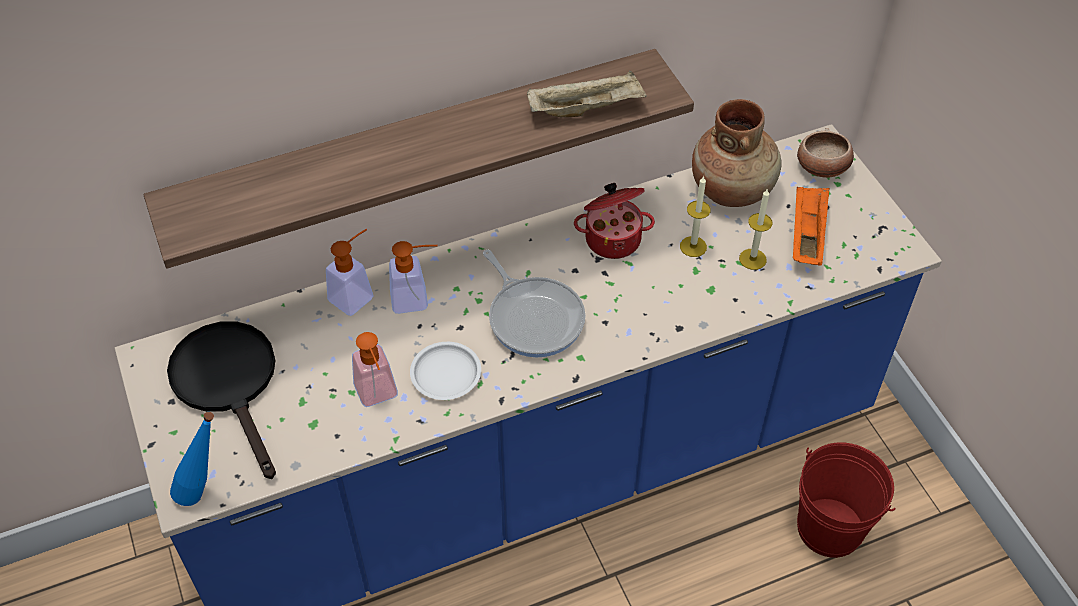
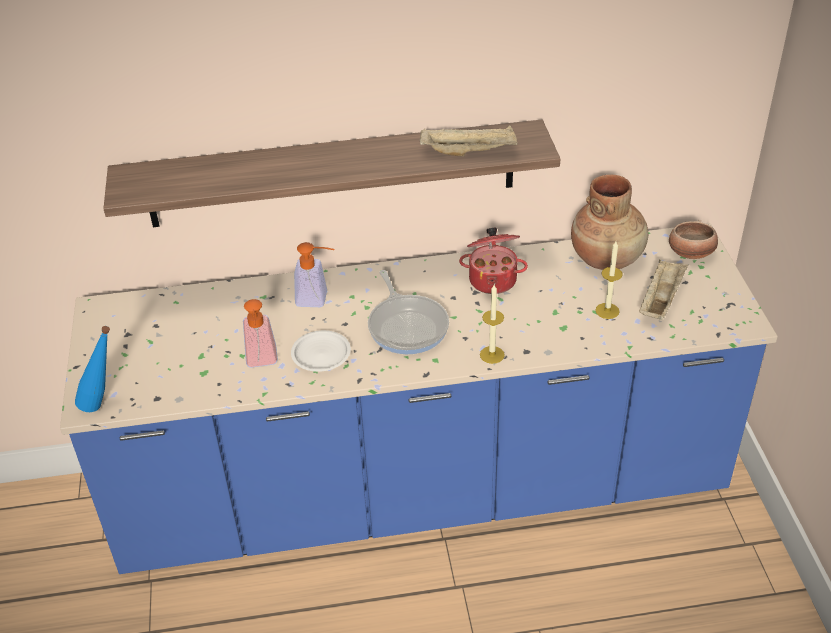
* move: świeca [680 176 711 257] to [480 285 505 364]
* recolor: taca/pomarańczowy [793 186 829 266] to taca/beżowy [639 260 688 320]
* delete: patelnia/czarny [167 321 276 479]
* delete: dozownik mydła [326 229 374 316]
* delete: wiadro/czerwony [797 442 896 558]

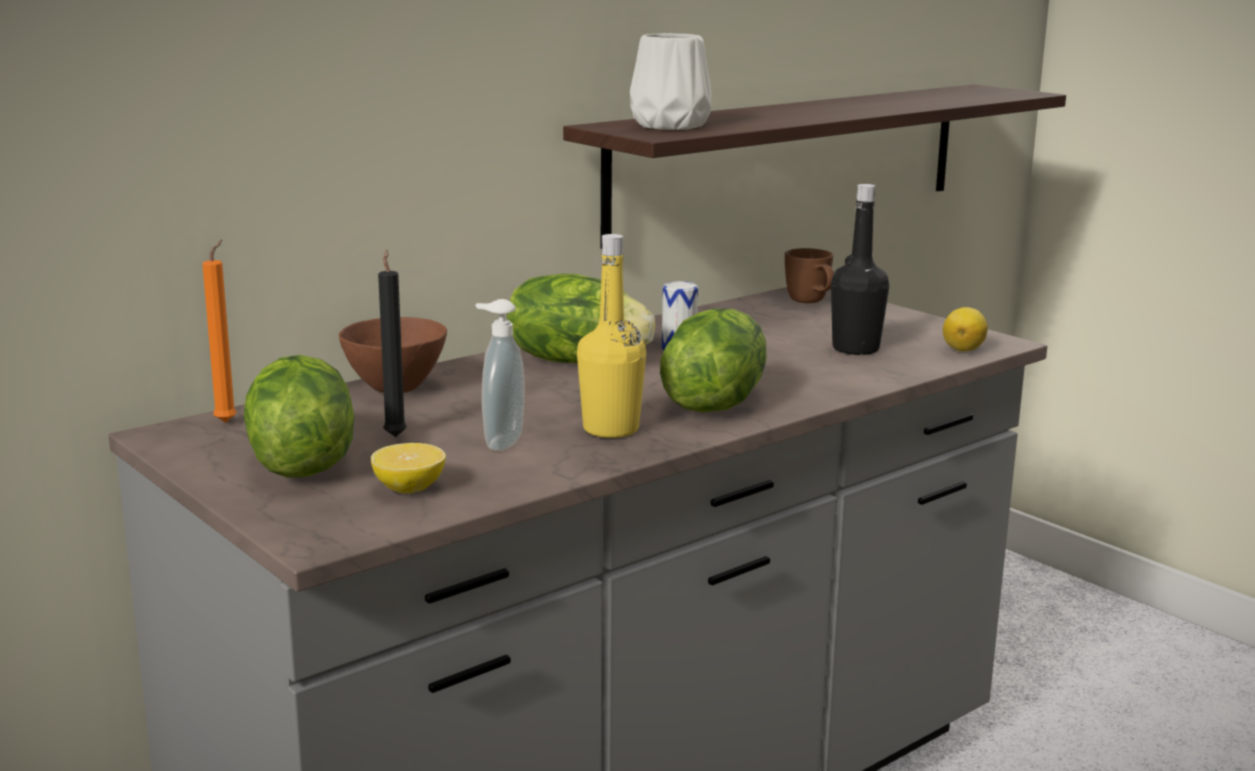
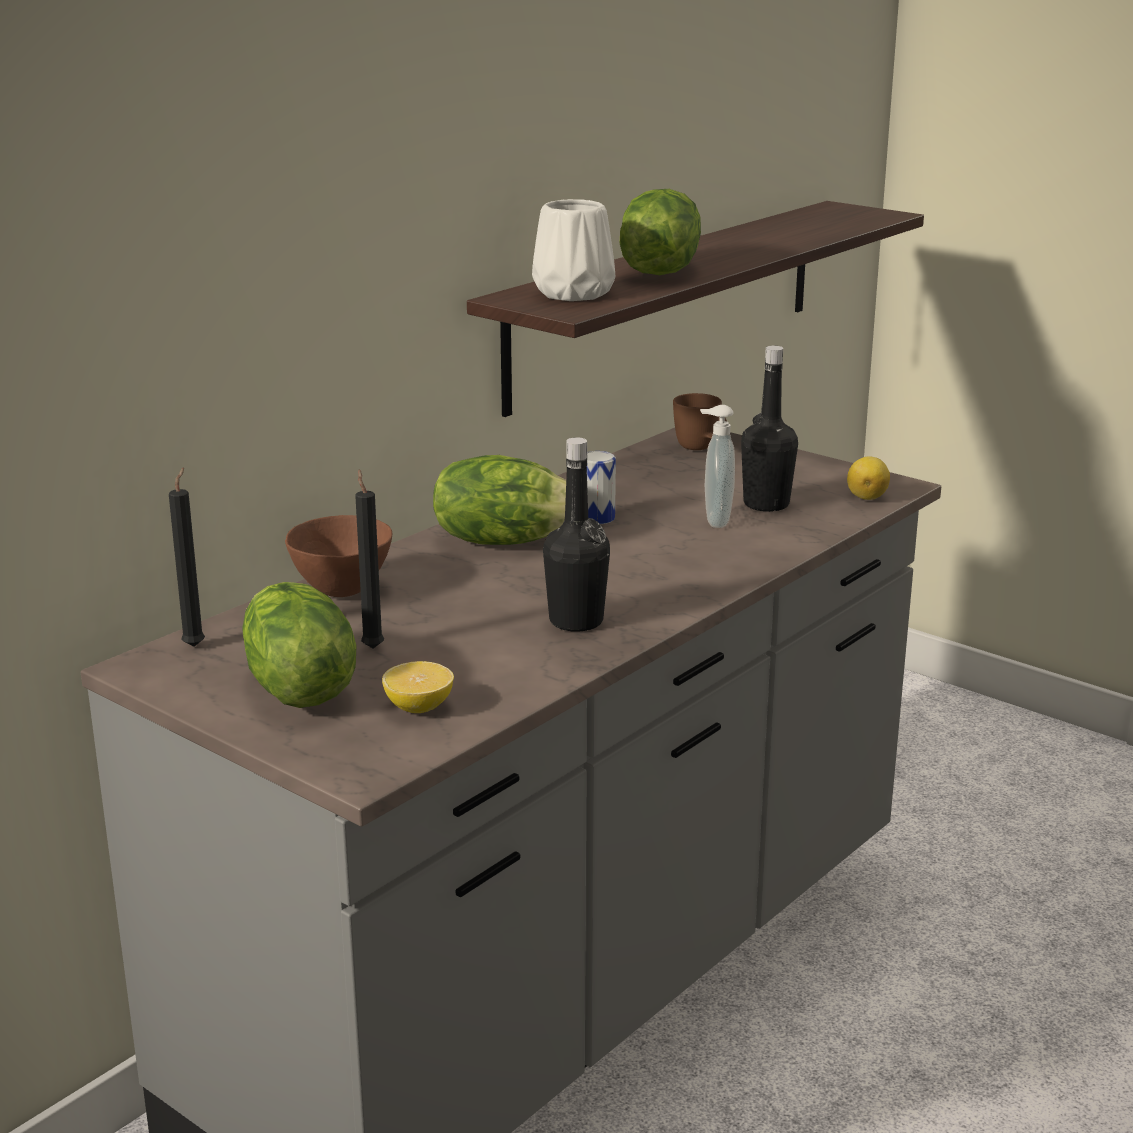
* recolor: świeca/pomarańczowy [202 240 237 423] to świeca/czarny [169 467 205 647]
* recolor: butelka/żółty [577 234 646 438] to butelka/czarny [543 437 610 632]
* move: sałata [660 309 766 412] to [620 189 701 275]
* move: dozownik mydła [475 299 525 451] to [700 405 735 528]

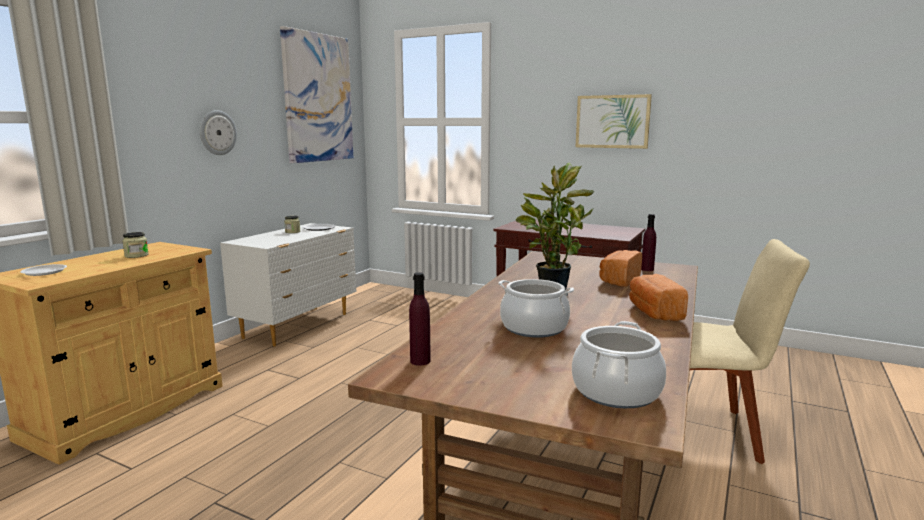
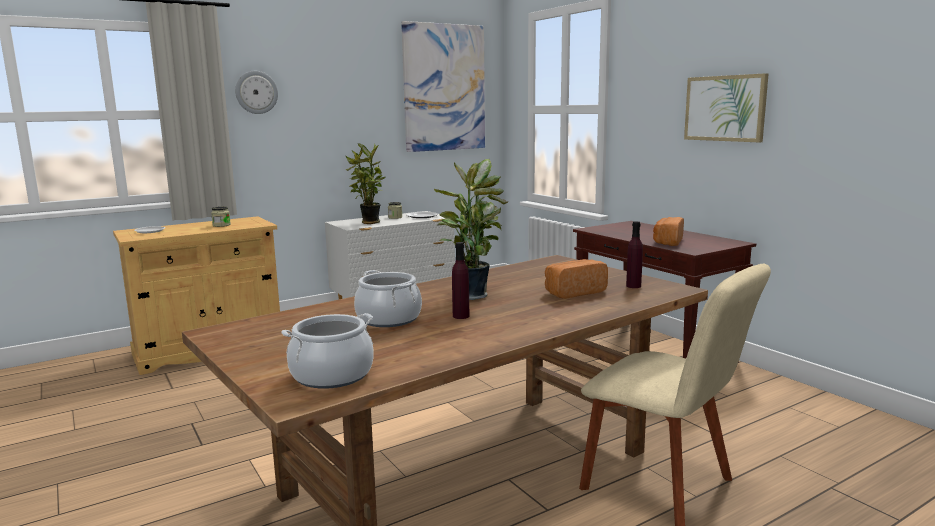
* move: zegar ścienny [200 110 237 155] to [235 71 278 114]
* insert: roślina doniczkowa [346 143 386 224]
* move: butelka/fioletowy [409 272 431 366] to [452 242 469 319]
* move: chleb [629 274 688 321] to [653 217 684 246]

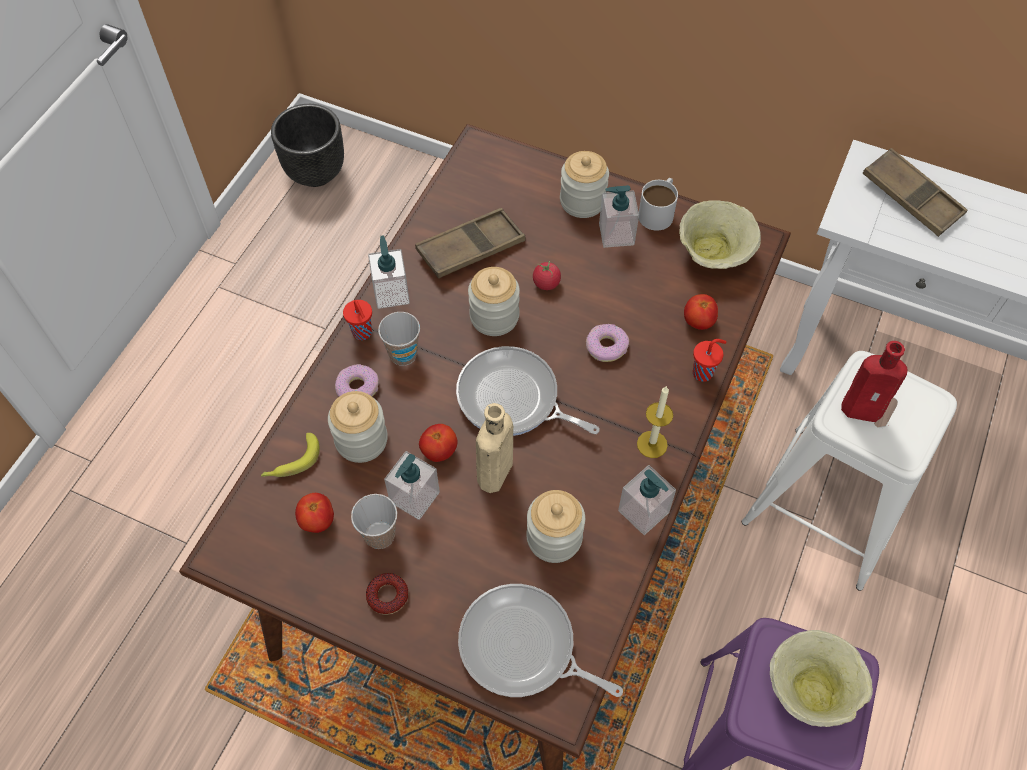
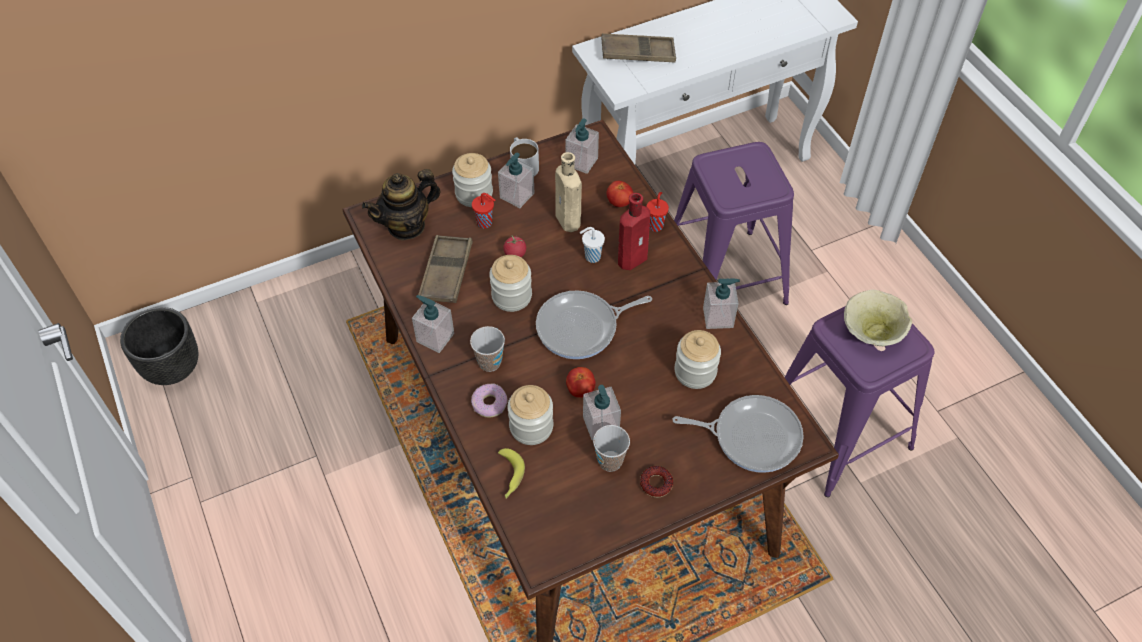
* insert: imbryk [362 169 441 240]
* move: filiżanka/czerwony [343 300 372 340] to [472 193 495 228]
* move: butelka/beżowy [476 403 513 493] to [555 152 582 232]
* replace: miska/beżowy [679 200 761 269] to dozownik mydła [565 119 599 174]
* replace: donut [586 324 629 362] to filiżanka/biały [580 227 605 263]
* move: butelka/czerwony [841 341 907 422] to [618 193 650 270]
* rotate: patelnia [458 584 623 697] = [672 395 804 473] 150 degrees counterclockwise
* recolor: stołek/biały [742 351 957 591] to stołek/fioletowy [674 142 794 305]
* delete: pomidor [295 493 334 533]
* delete: świeca [637 386 673 458]

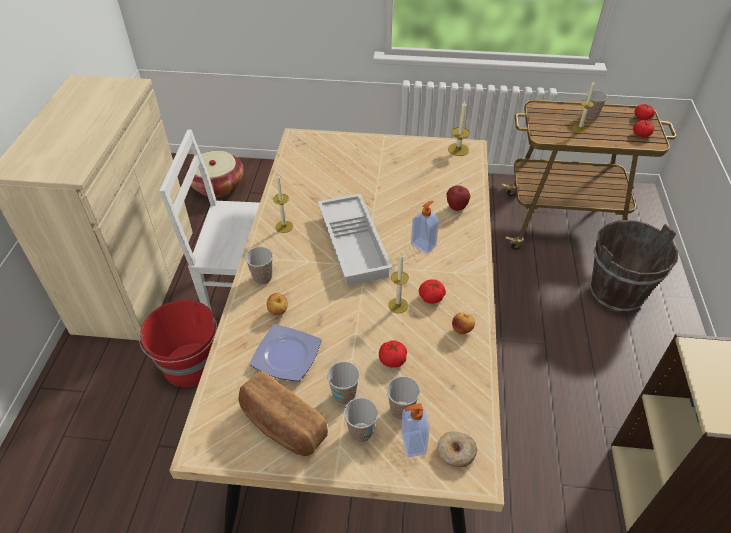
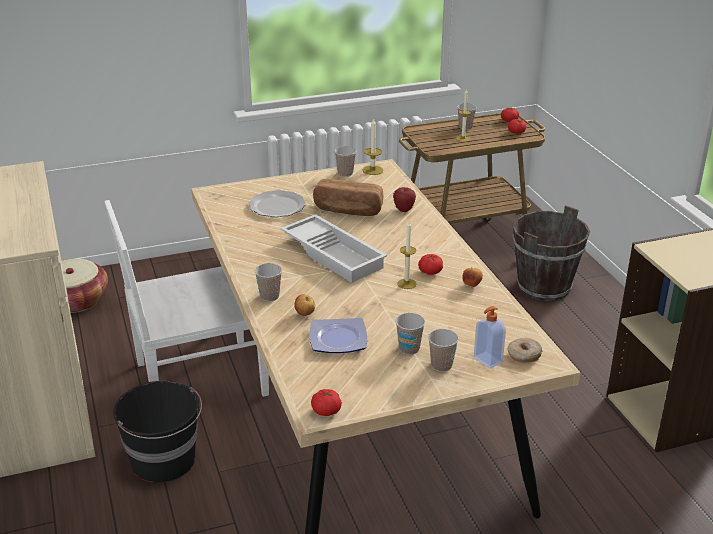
* recolor: wiadro/czerwony [139 300 217 387] to wiadro/czarny [113 381 202 483]
* insert: talerz [249 190 306 217]
* move: pomidor [379 340 407 368] to [311 389 342 416]
* move: chleb [239 372 328 456] to [313 179 383 216]
* move: filiżanka [387 376 420 420] to [334 146 356 177]
* delete: świeca [273 173 293 233]
* delete: dozownik mydła [411 201 439 254]

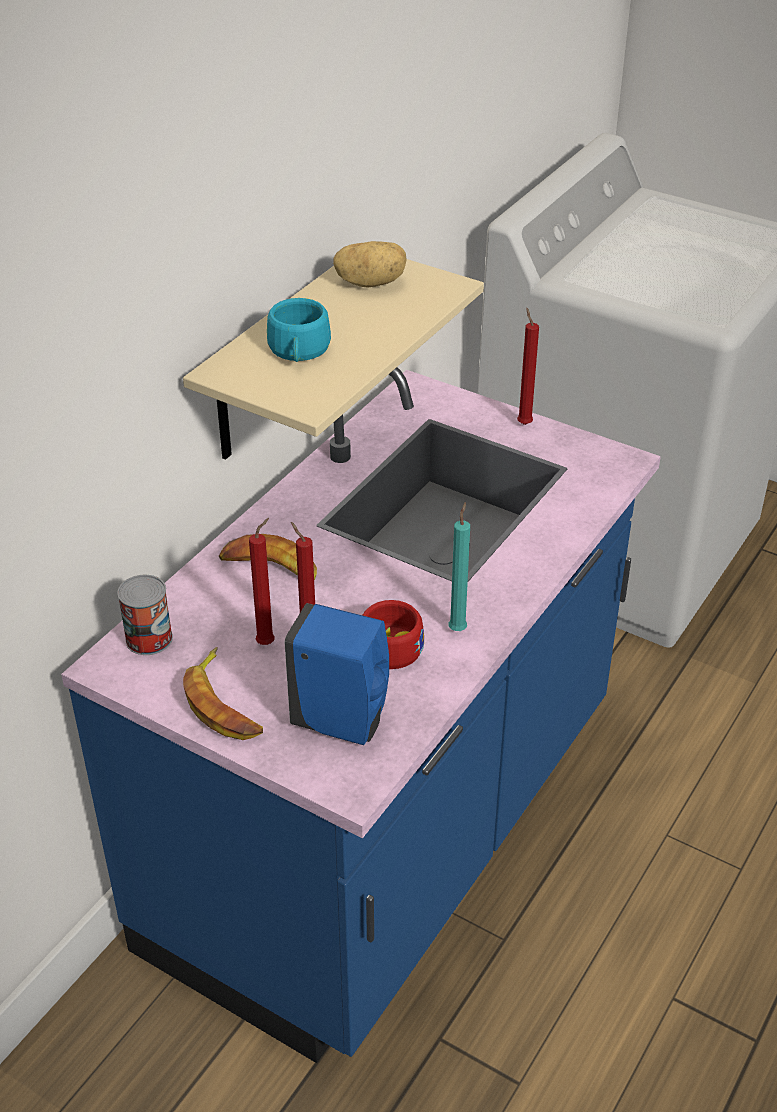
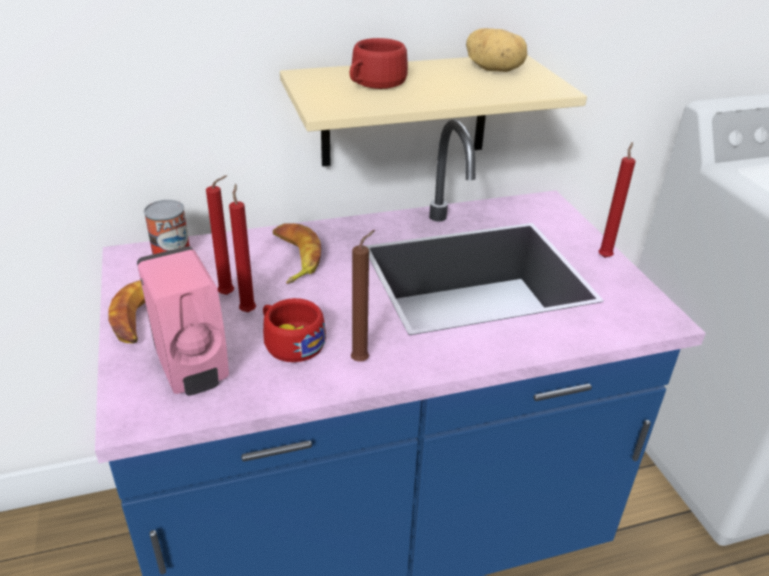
* recolor: dozownik mydła/niebieski [285 603 389 745] to dozownik mydła/różowy [137 246 229 396]
* recolor: filiżanka/turkusowy [267 298 331 362] to filiżanka/czerwony [350 38 408 89]
* recolor: świeca/turkusowy [449 502 470 631] to świeca/brązowy [351 230 375 362]

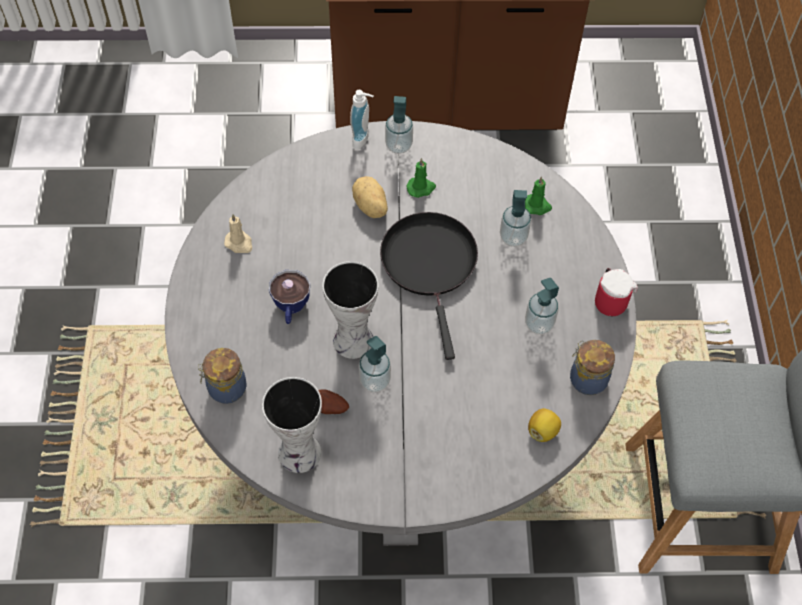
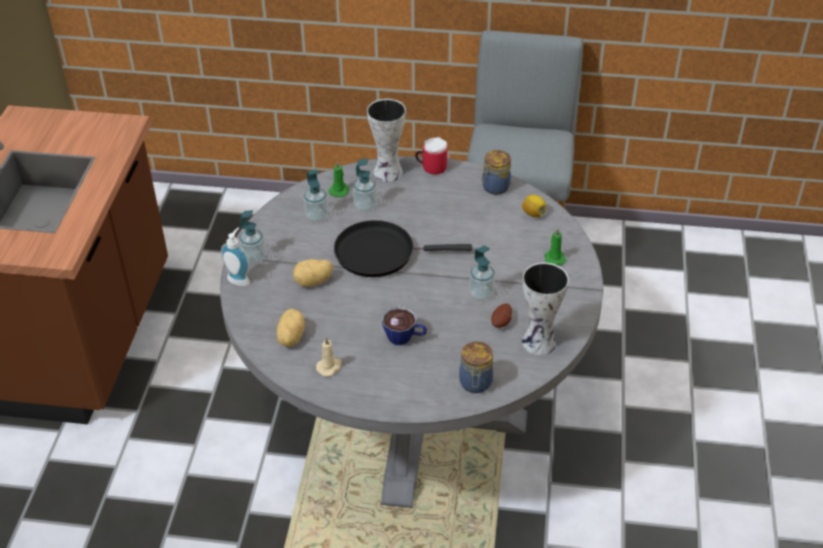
* insert: ziemniak [277 309 305 347]
* move: dozownik mydła [525 278 559 334] to [304 169 328 222]
* move: wazon [322 261 379 359] to [367 99 406 182]
* move: świeca/zielony [407 158 436 198] to [545 229 566 265]

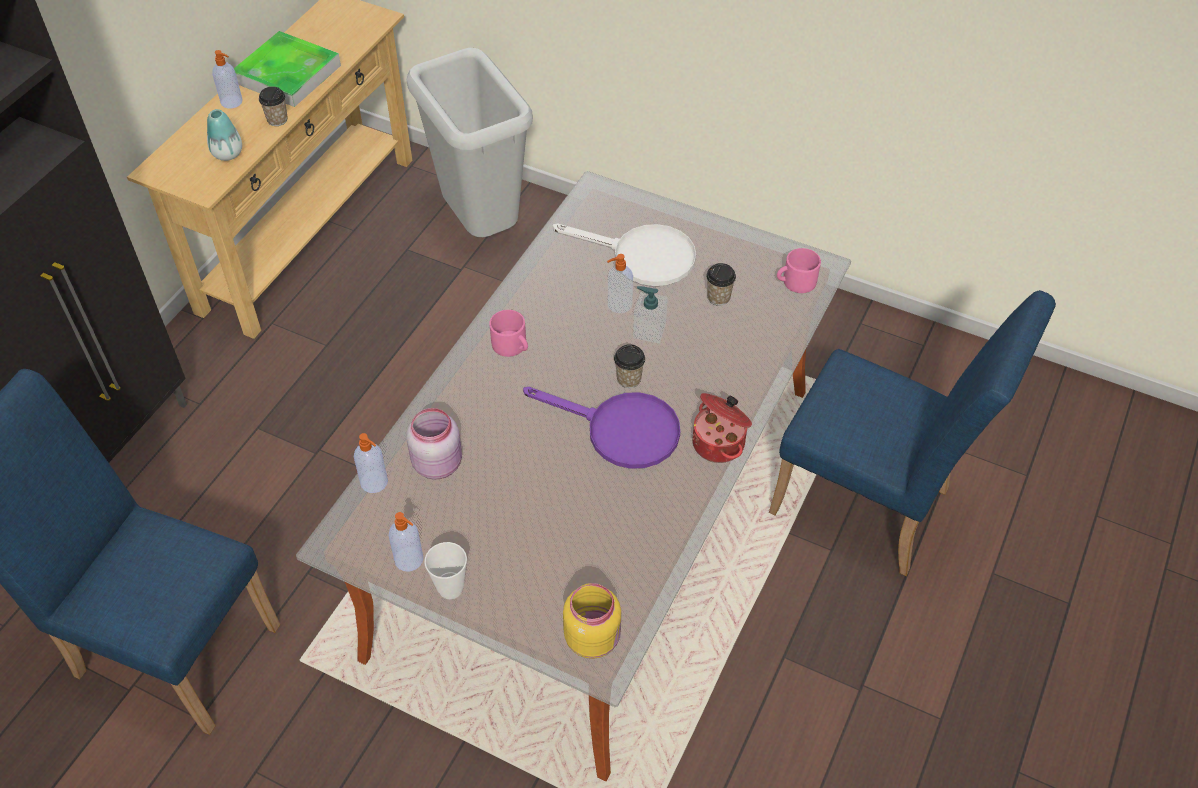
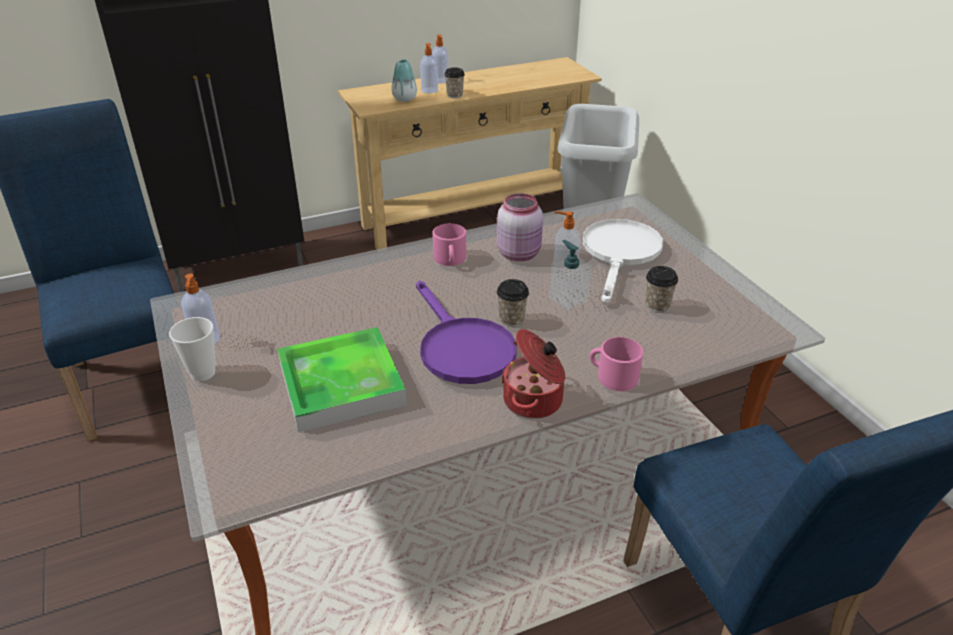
* move: taca [234 31 341 107] to [277 327 407 432]
* move: dozownik mydła [354 433 388 493] to [420 43 438 93]
* move: słoik/różowy [406 408 462 480] to [497 193 543 261]
* rotate: patelnia/biały [553 223 696 286] = [583 219 663 303] 135 degrees counterclockwise
* move: kubek/różowy [777 248 821 293] to [590 337 643 391]
* delete: słoik/żółty [563 583 621 659]

